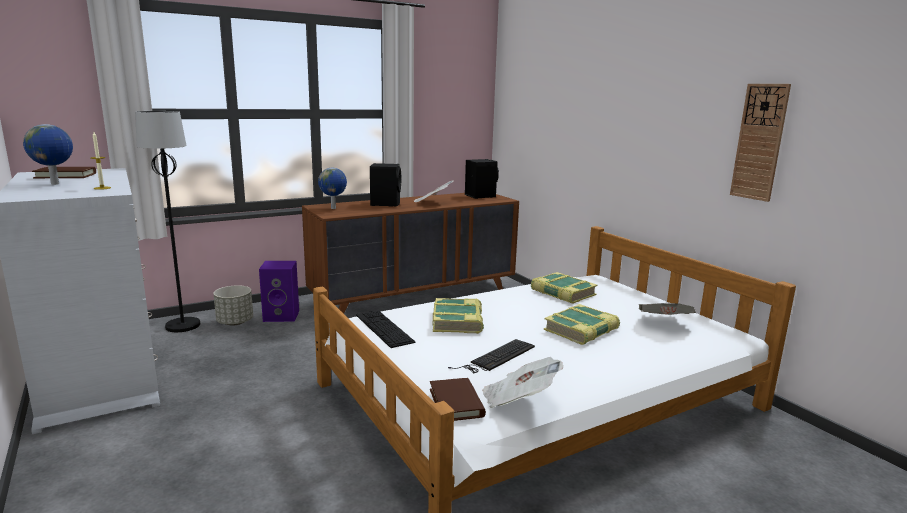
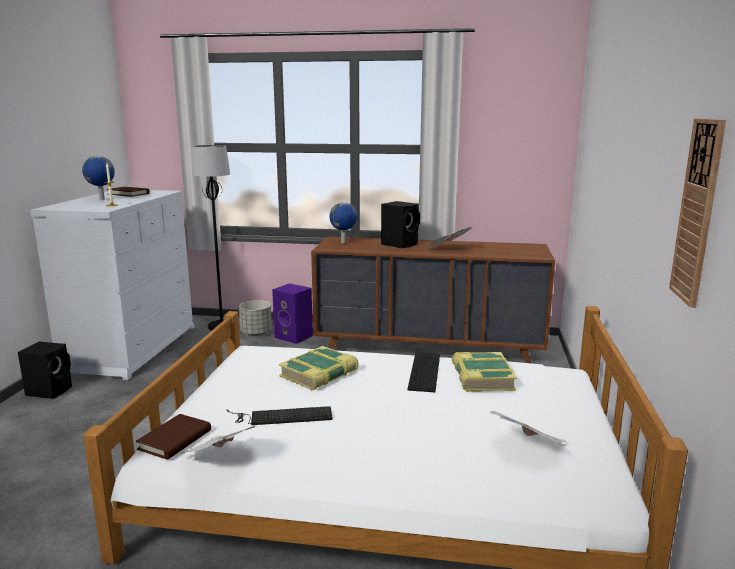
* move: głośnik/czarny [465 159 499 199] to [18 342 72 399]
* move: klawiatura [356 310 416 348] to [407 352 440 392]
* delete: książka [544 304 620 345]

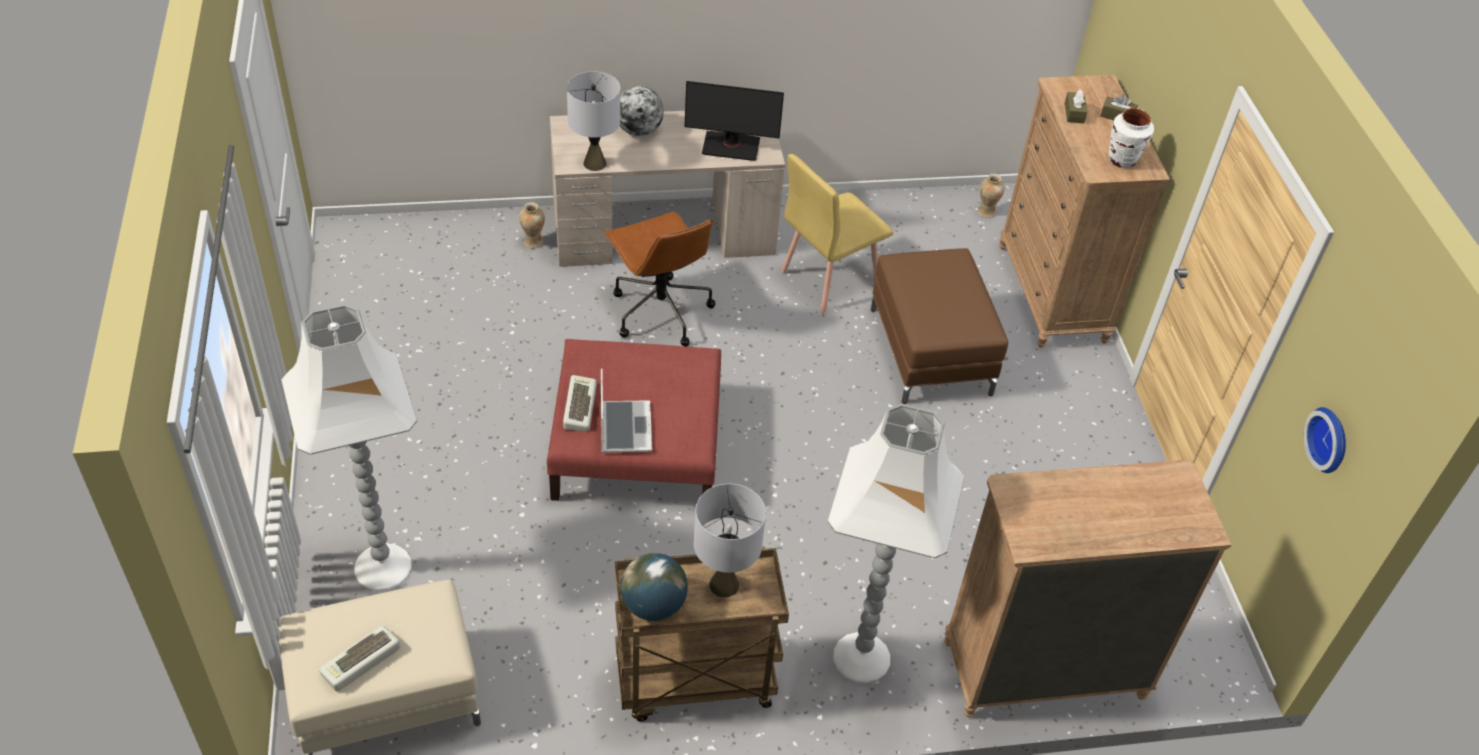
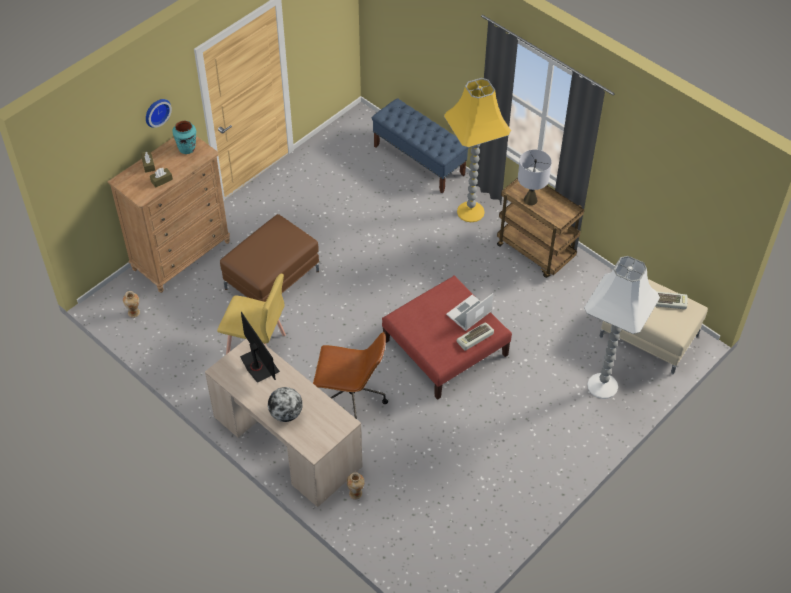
* move: zegar ścienny [1304 407 1346 473] to [146 99 172 128]
* recolor: wazon/biały [1109 108 1154 168] to wazon/turkusowy [172 121 196 154]
* rotate: krzesło biurowe/brązowy [604 212 715 347] = [313 332 388 419] 75 degrees clockwise
* replace: komoda/brązowy [944 460 1231 717] to ławka/niebieski [372 98 468 193]
* recolor: lampa stojąca/biały [827 404 965 683] to lampa stojąca/żółty [444 78 511 222]
* delete: lampa stołowa/szary [567 71 620 171]
* delete: globus [620 553 688 621]

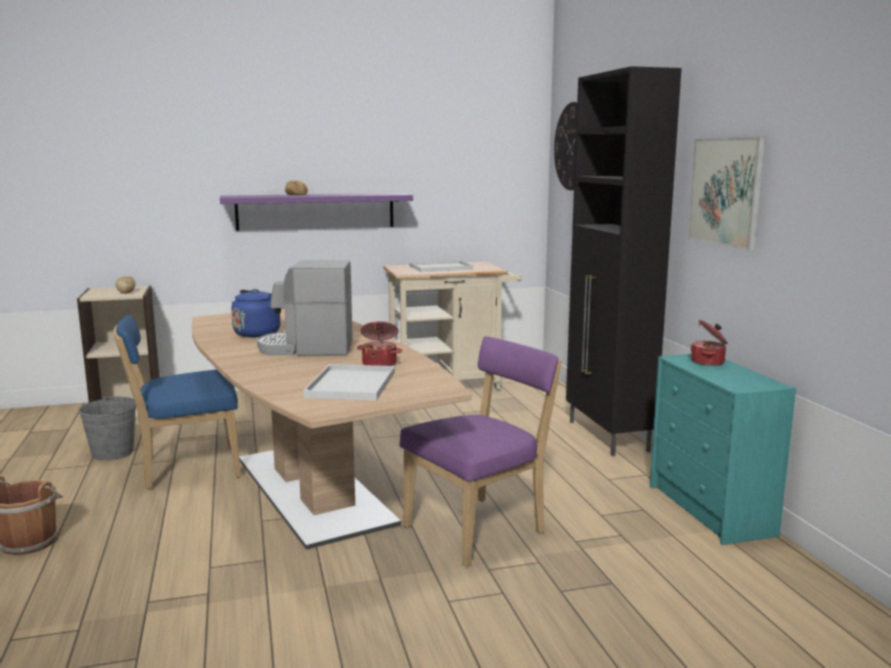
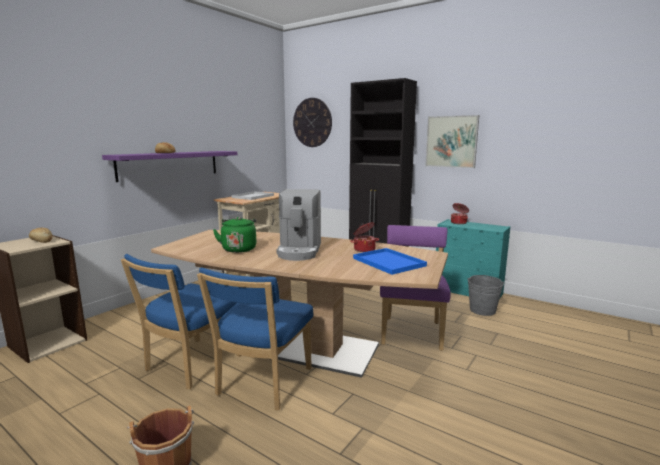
* insert: krzesło/niebieski [197 268 313 410]
* recolor: czajnik/niebieski [231 289 280 337] to czajnik/zielony [213 217 256 253]
* rotate: ekspres do kawy [257 260 353 356] = [276 189 321 261] 45 degrees counterclockwise
* recolor: taca/biały [303 364 395 401] to taca/niebieski [353 248 427 275]
* move: wiadro/szary [79 396 136 460] to [467 275 504 316]

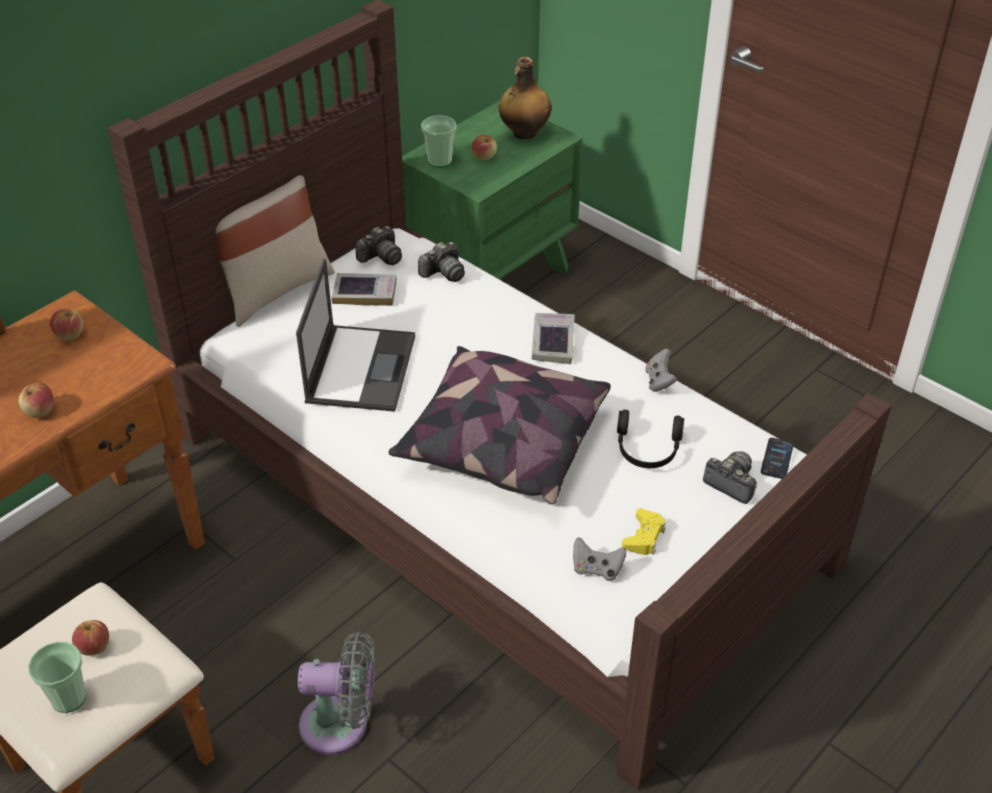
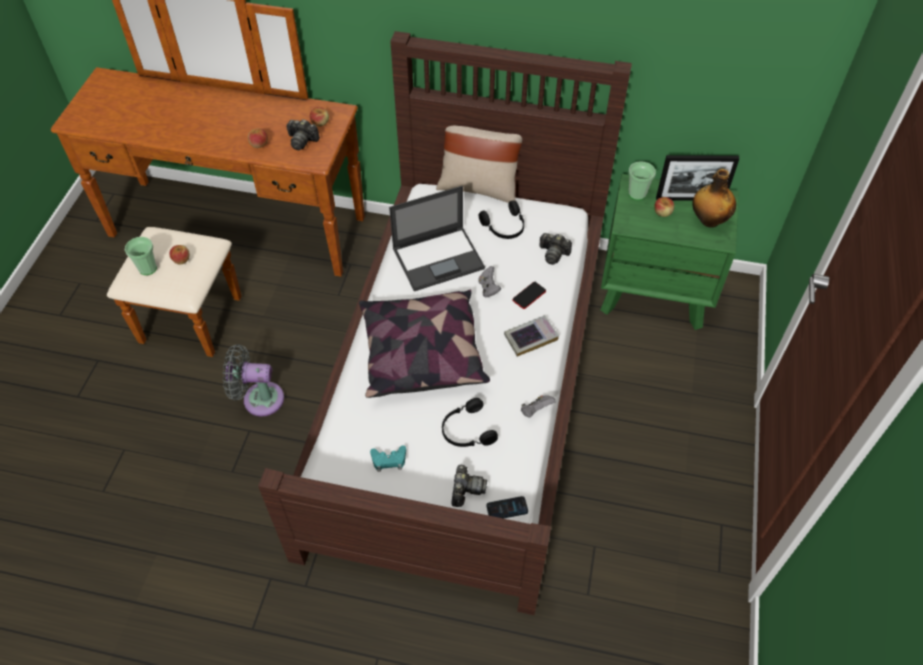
* rotate: wentylator/szary [298 632 375 755] = [223 344 284 417] 120 degrees clockwise
* move: aparat fotograficzny [355 226 402 265] to [286 119 320 150]
* recolor: pad do gier/żółty [622 508 665 555] to pad do gier/turkusowy [370 445 406 472]
* move: pad do gier/szary [573 537 626 581] to [478 266 501 297]
* replace: książka [331 273 397 306] to słuchawki/czarny [479 201 524 239]
* insert: telefon [512 282 546 309]
* insert: ramka na zdjęcie [656 155 739 201]

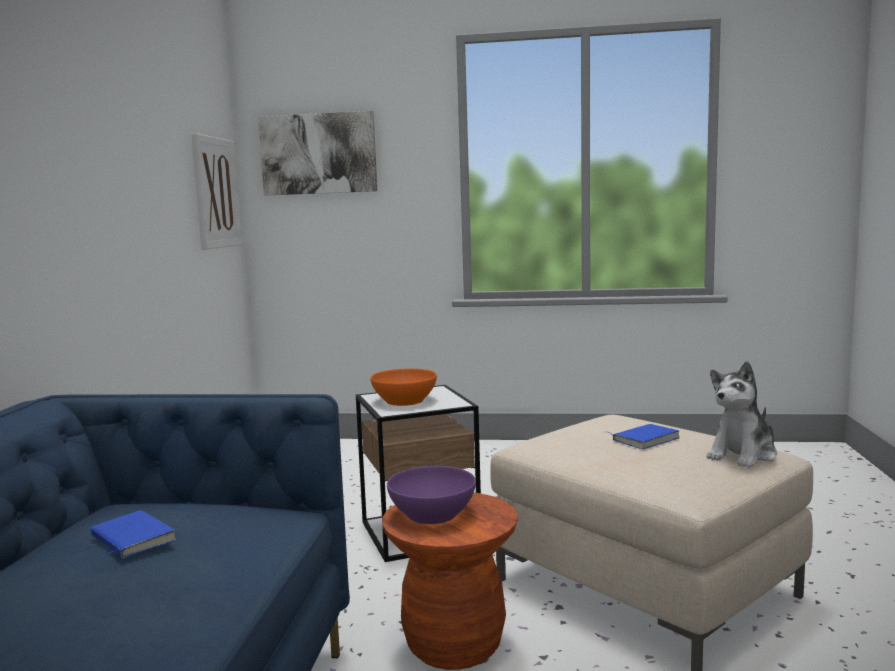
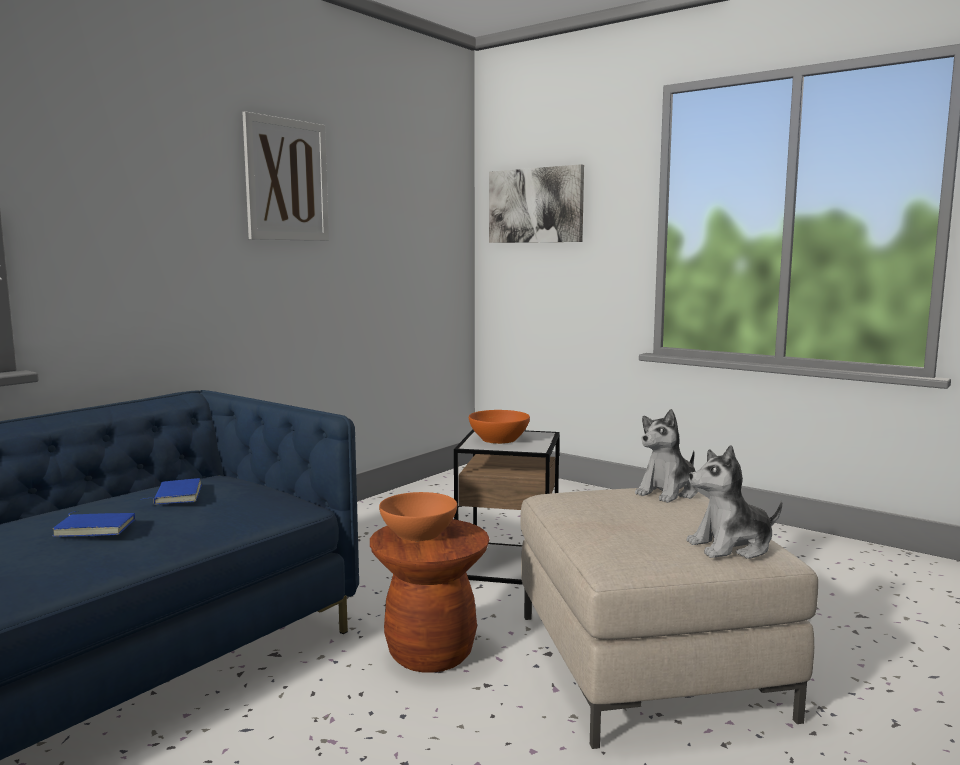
* move: książka/niebieski [608 424 680 449] to [52 511 135 537]
* move: obraz [191 133 242 250] to [243 111 329 241]
* recolor: miska/fioletowy [387 466 476 524] to miska/pomarańczowy [379 492 457 541]
* insert: pluszak [635 409 698 503]

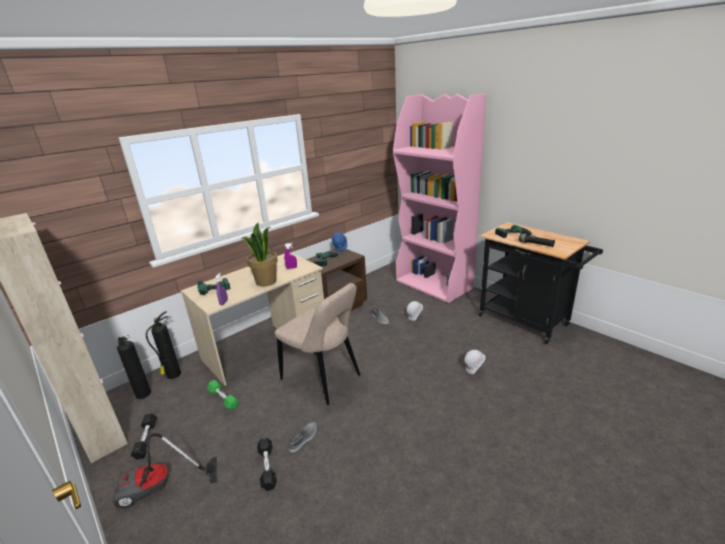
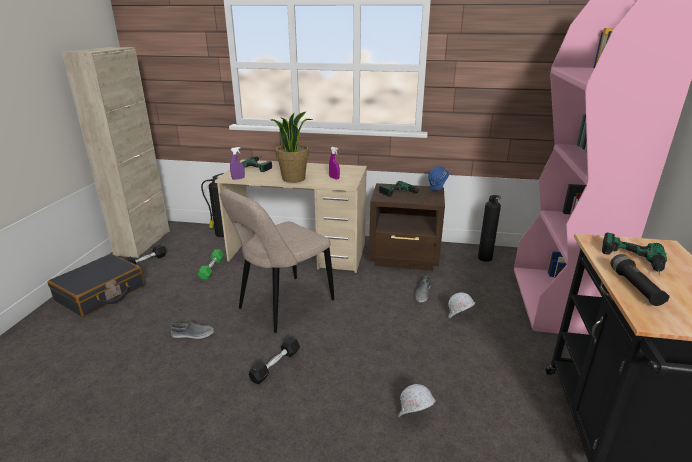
* replace: odkurzacz [113 433 217 508] to walizka/czarny [48 254 145 317]
* rotate: krzesło/beżowy [275 283 360 405] = [220 189 334 333] 45 degrees clockwise
* move: hantel/czarny [257 438 277 491] to [249 337 300 384]
* move: gaśnica [117 335 151 399] to [478 195 501 262]

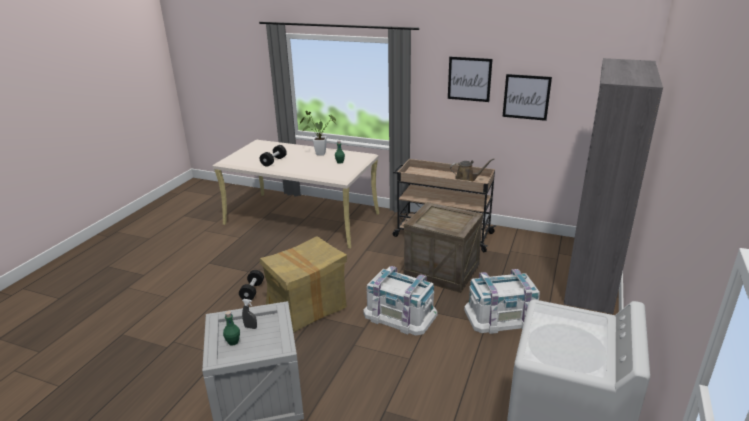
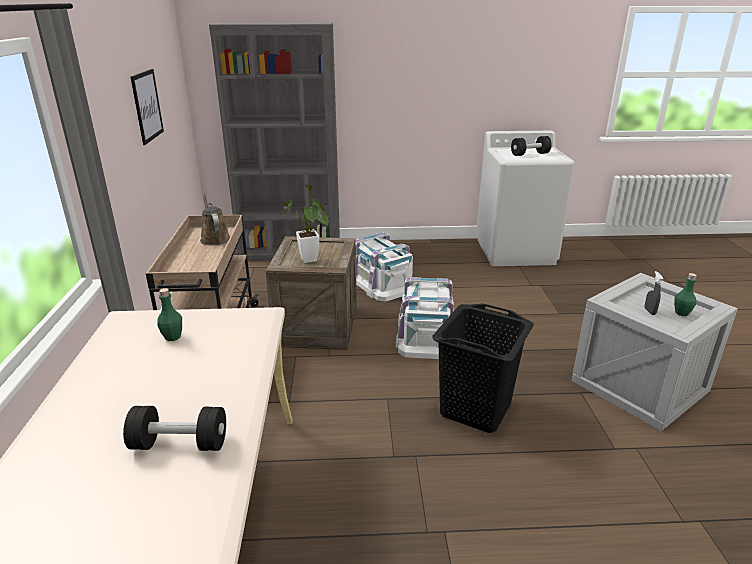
* move: roślina doniczkowa [300 111 336 155] to [280 185 329 263]
* replace: karton [260 236 347 333] to kosz na pranie/czarny [432 303 534 433]
* move: hantel/czarny [239 270 264 300] to [511 136 552 156]
* delete: obraz [448 57 493 102]

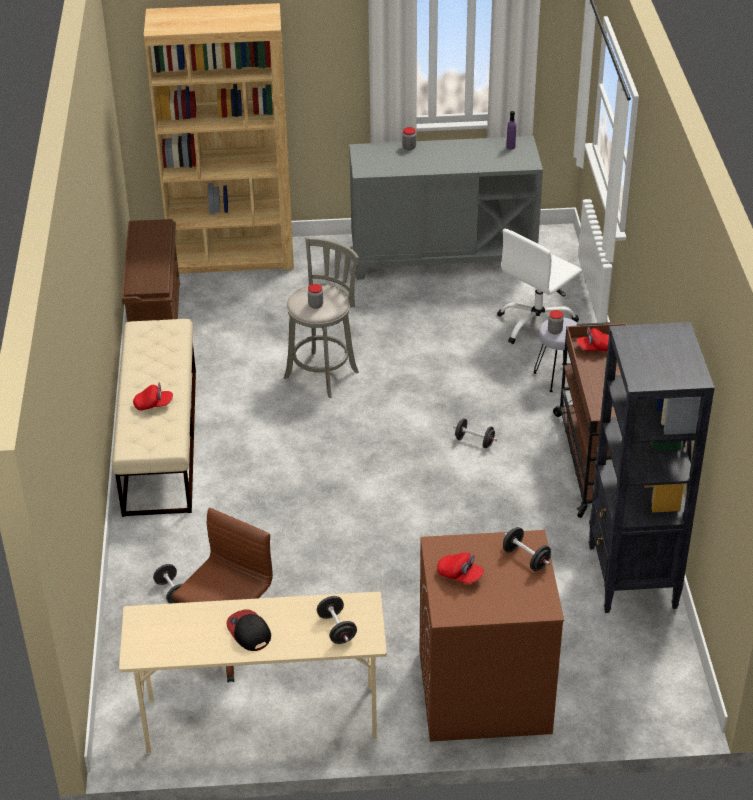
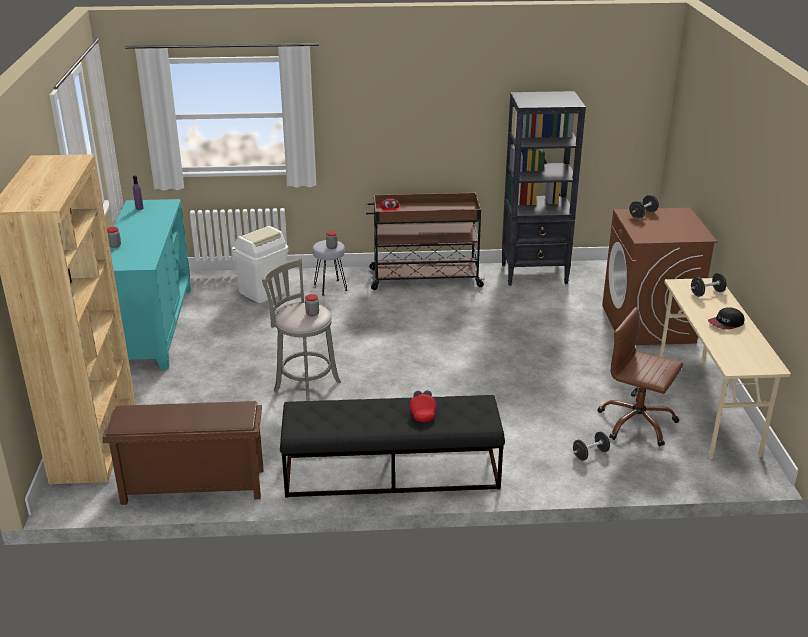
* recolor: szafka/szary [349 136 543 280] to szafka/turkusowy [110 199 191 369]
* replace: krzesło biurowe/biały [497 229 582 344] to kosz na śmieci/biały [232 226 289 303]
* recolor: ławka/beżowy [112 319 196 517] to ławka/czarny [280 395 505 498]
* delete: czapka z daszkiem/czerwony [437 552 484 584]
* delete: hantel/czarny [453 418 497 448]

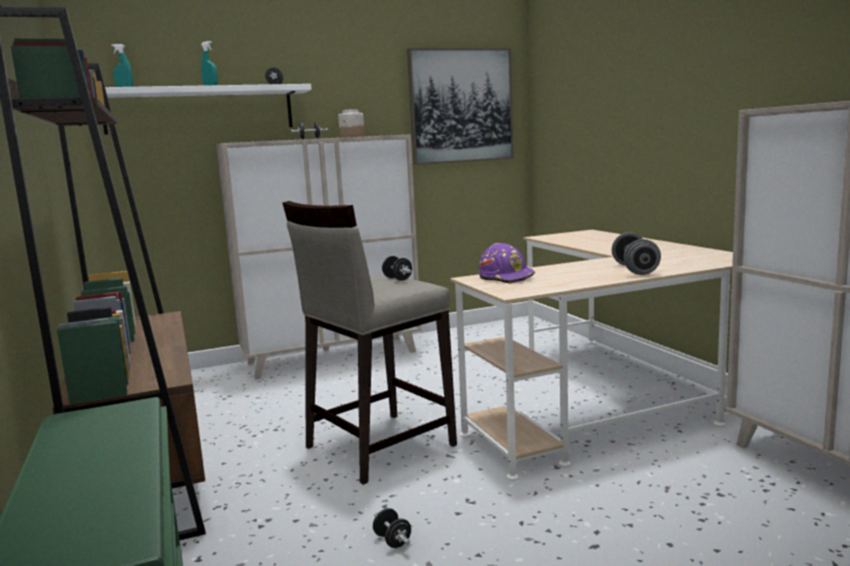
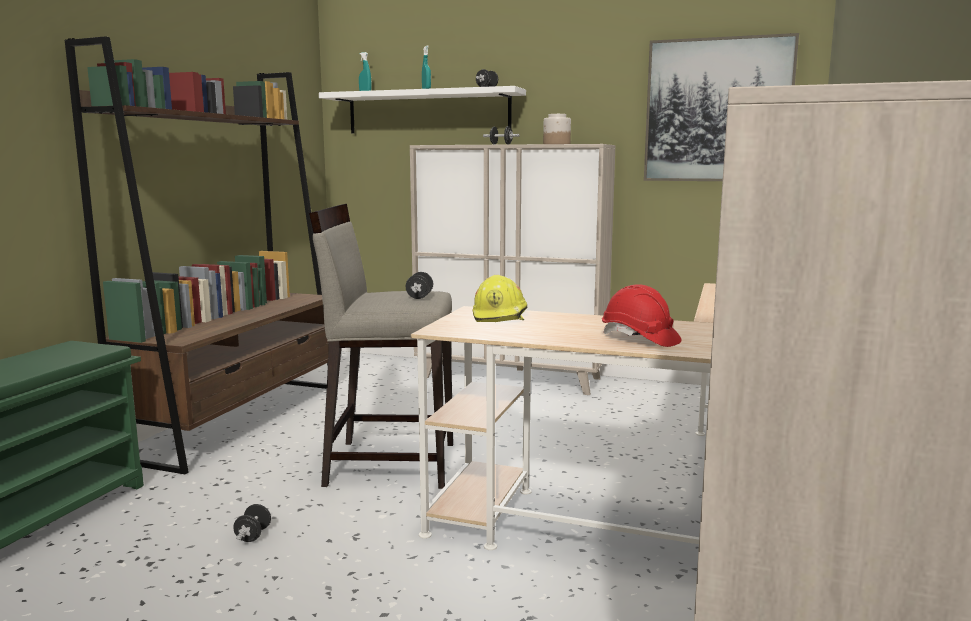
* recolor: kask/fioletowy [479 243 535 284] to kask/żółty [473 275 527 322]
* replace: hantel/szary [612 232 661 275] to kask/czerwony [602 284 682 347]

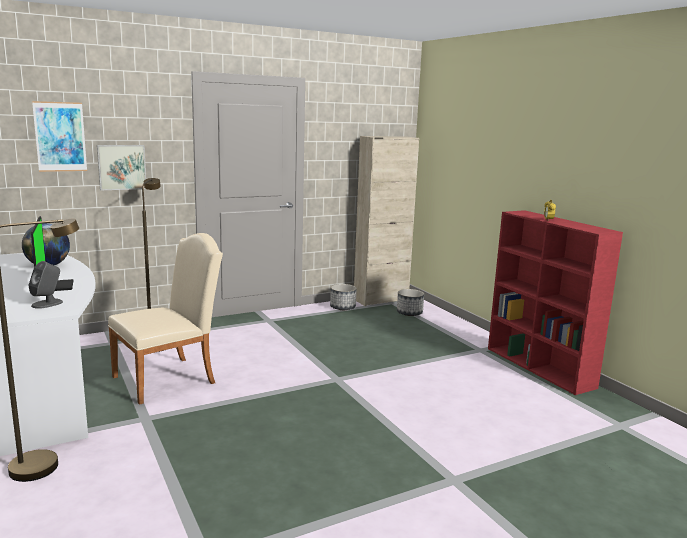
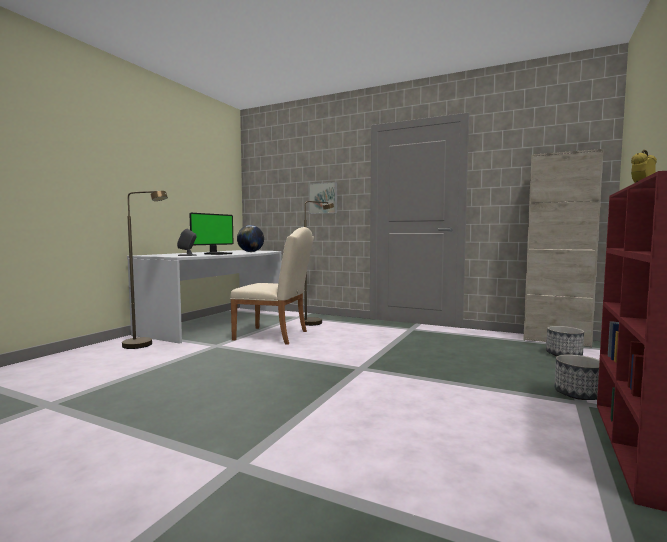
* move: donica [330 284 357 310] to [554 354 600 400]
* delete: obraz [32 101 87 172]

